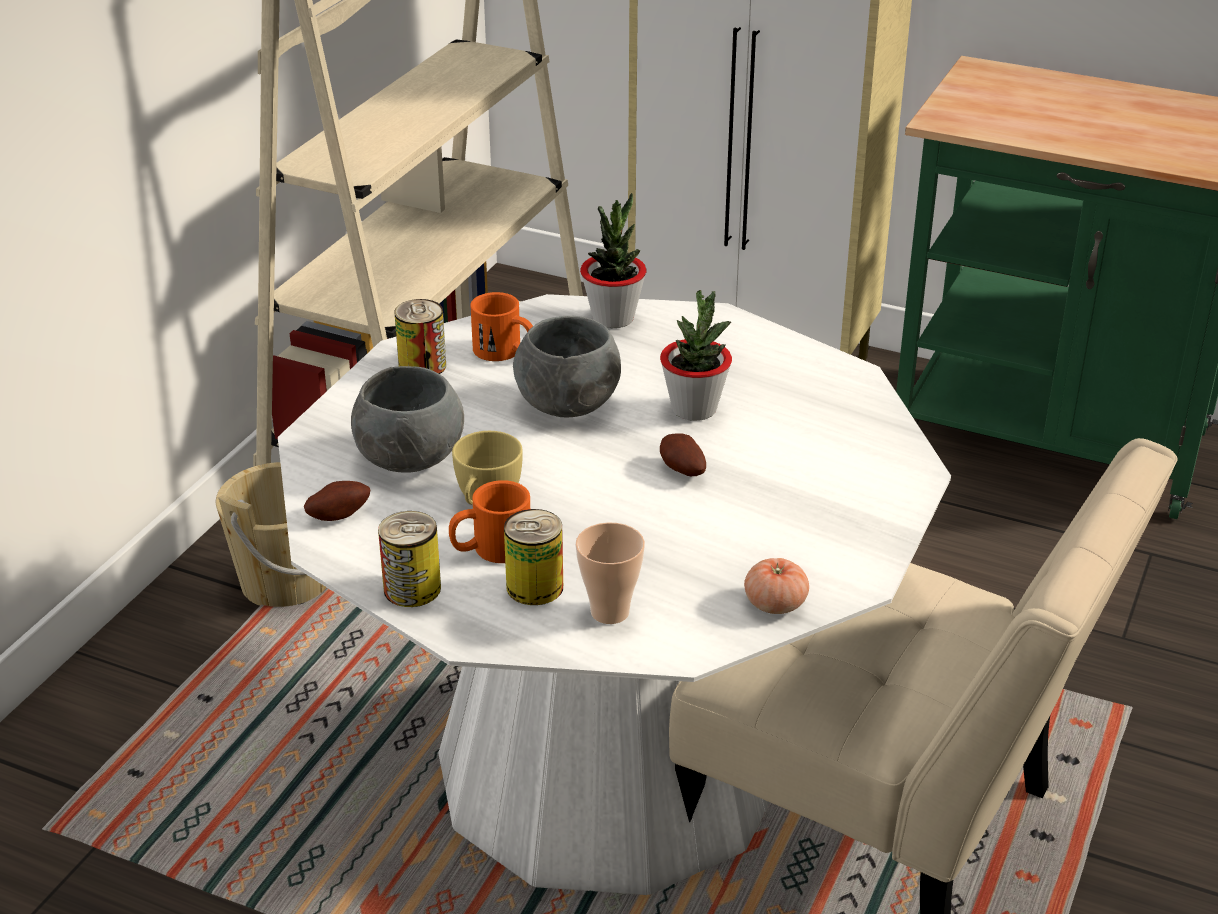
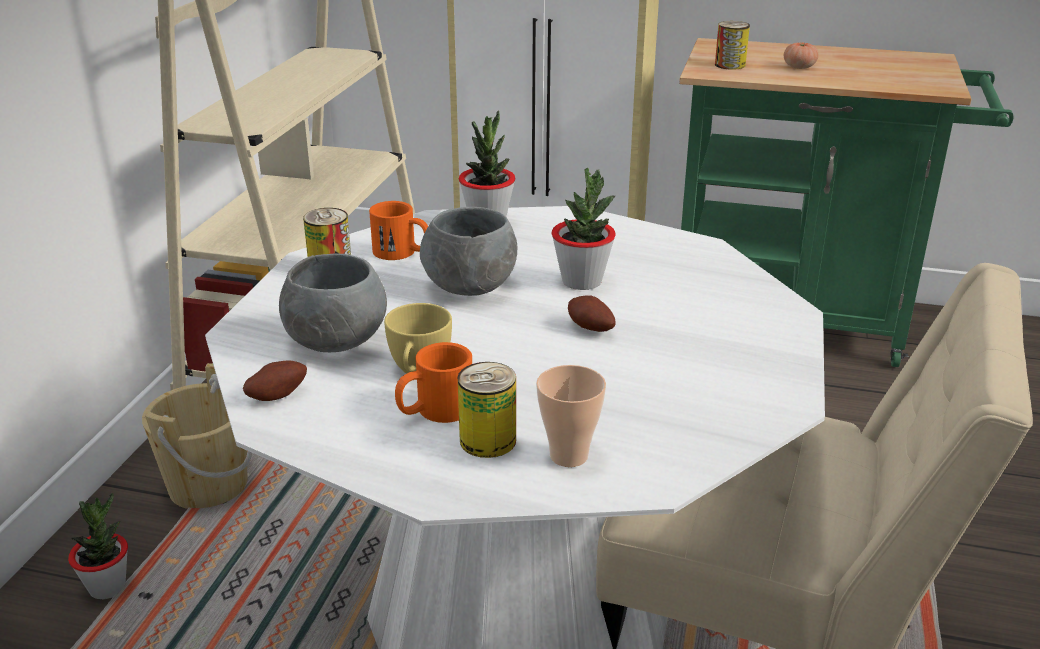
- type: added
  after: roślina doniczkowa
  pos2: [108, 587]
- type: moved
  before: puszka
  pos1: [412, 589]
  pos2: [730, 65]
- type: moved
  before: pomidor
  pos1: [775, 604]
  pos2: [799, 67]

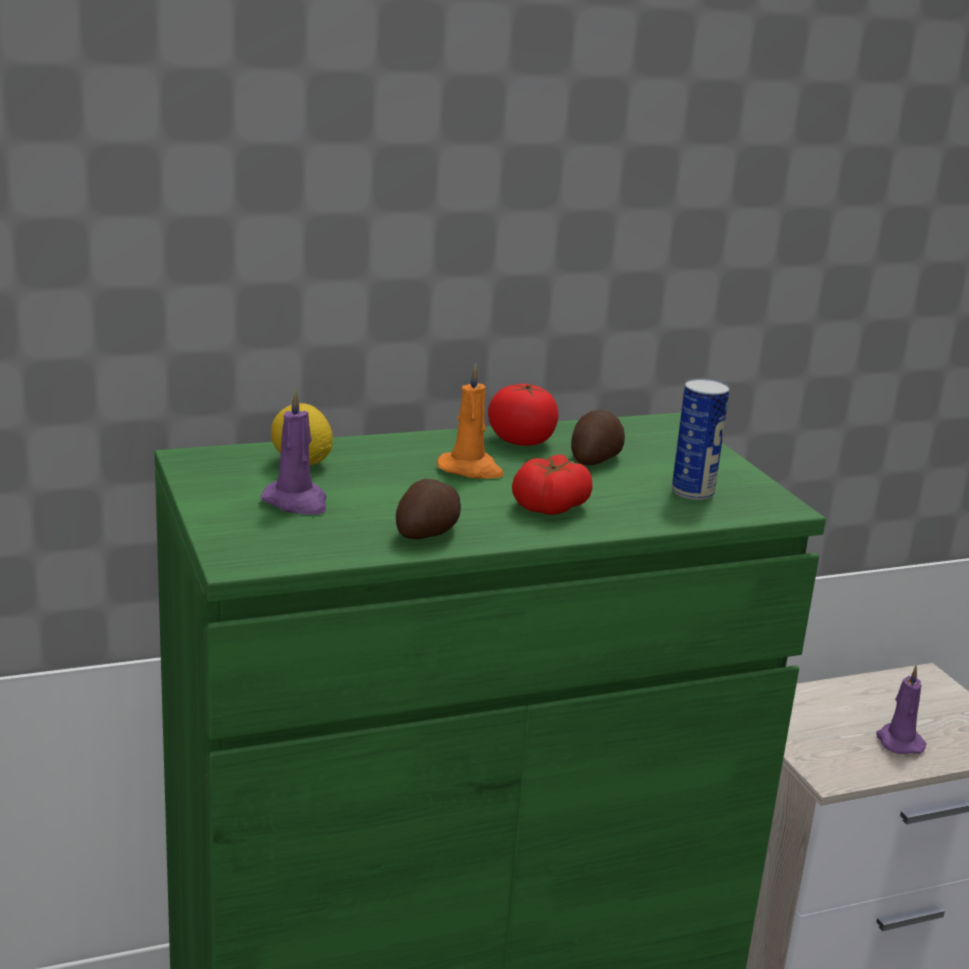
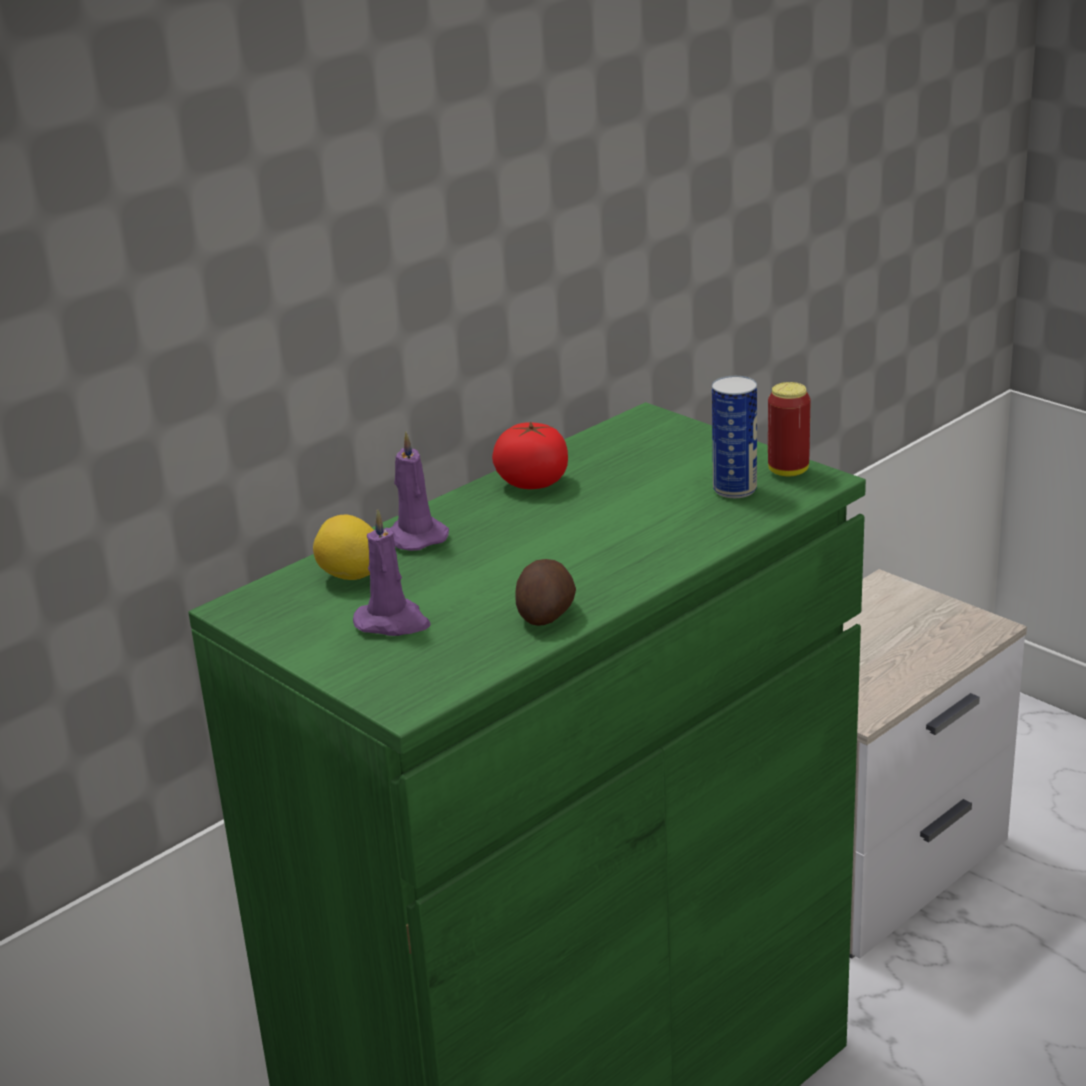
- type: removed
  before: świeca/pomarańczowy
  pos1: [471, 470]
- type: removed
  before: pomidor
  pos1: [550, 506]
- type: removed
  before: ziemniak
  pos1: [594, 458]
- type: added
  after: puszka
  pos2: [788, 471]
- type: moved
  before: świeca/fioletowy
  pos1: [898, 741]
  pos2: [415, 537]

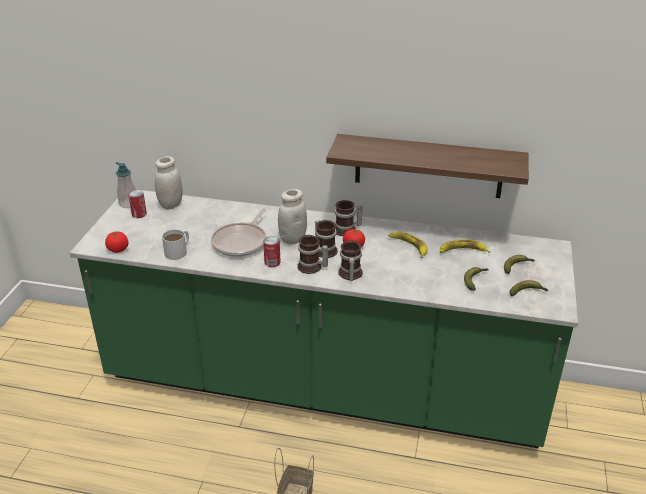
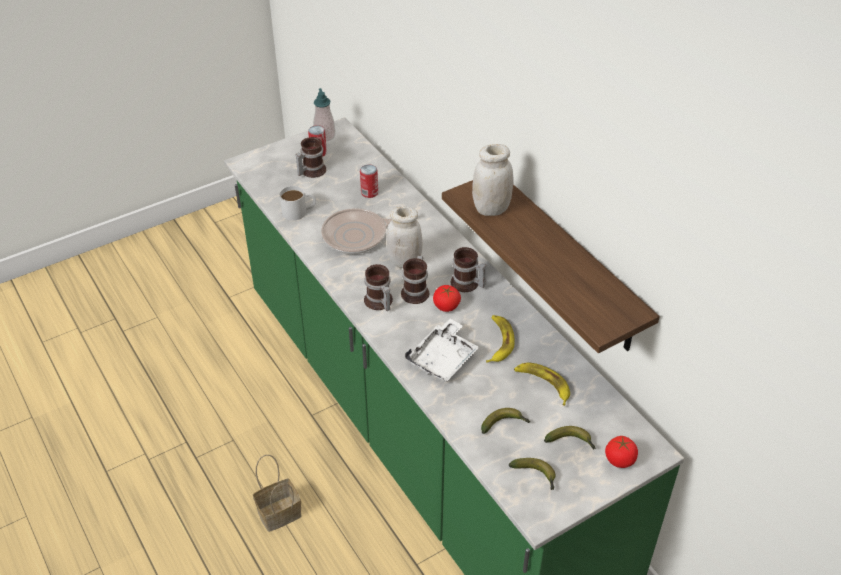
- type: added
  after: taca/biały
  pos2: [443, 359]
- type: moved
  before: pomidor
  pos1: [118, 249]
  pos2: [620, 459]
- type: moved
  before: słoik/biały
  pos1: [171, 205]
  pos2: [491, 209]
- type: moved
  before: puszka
  pos1: [272, 262]
  pos2: [369, 192]
- type: moved
  before: kubek
  pos1: [349, 274]
  pos2: [310, 170]

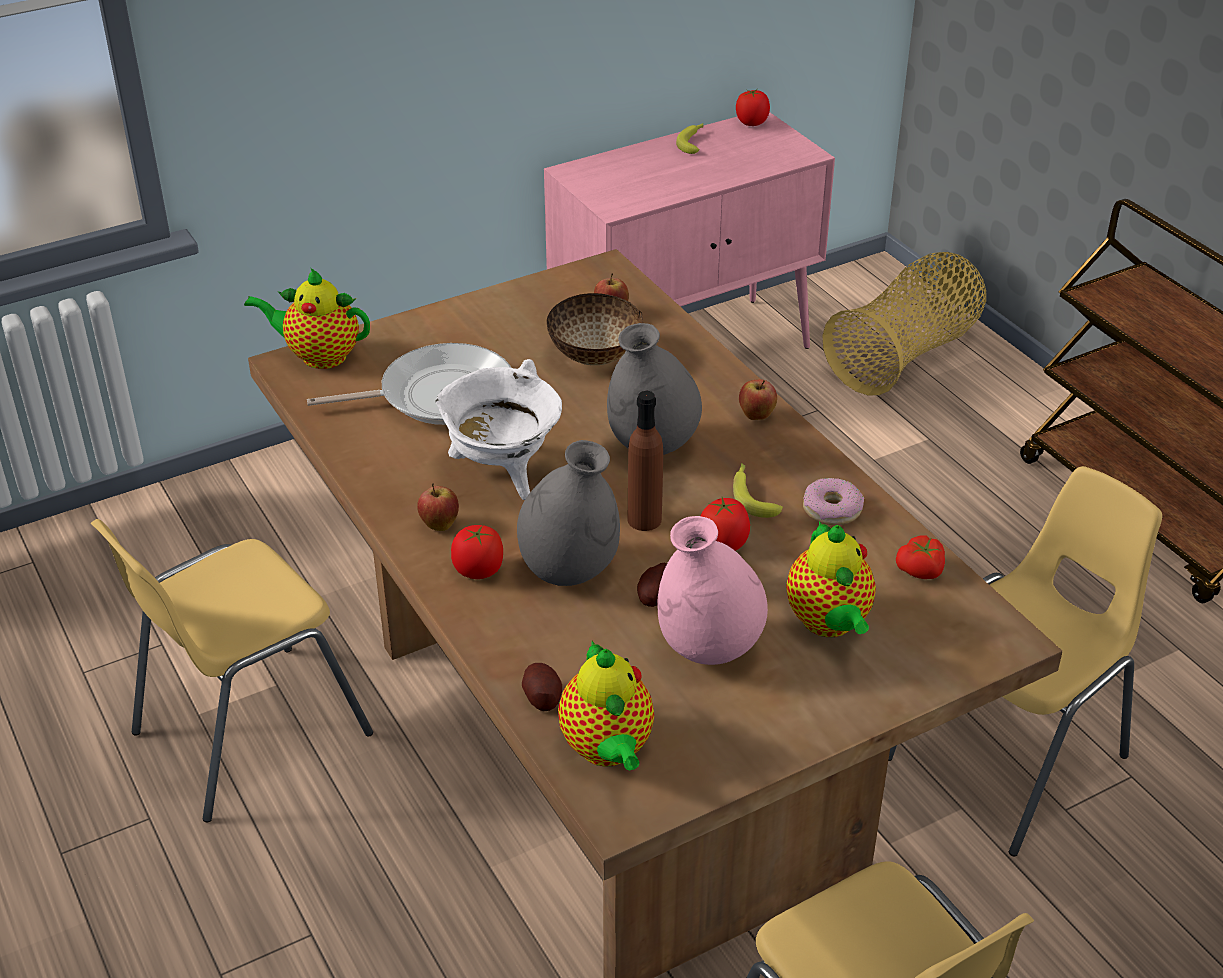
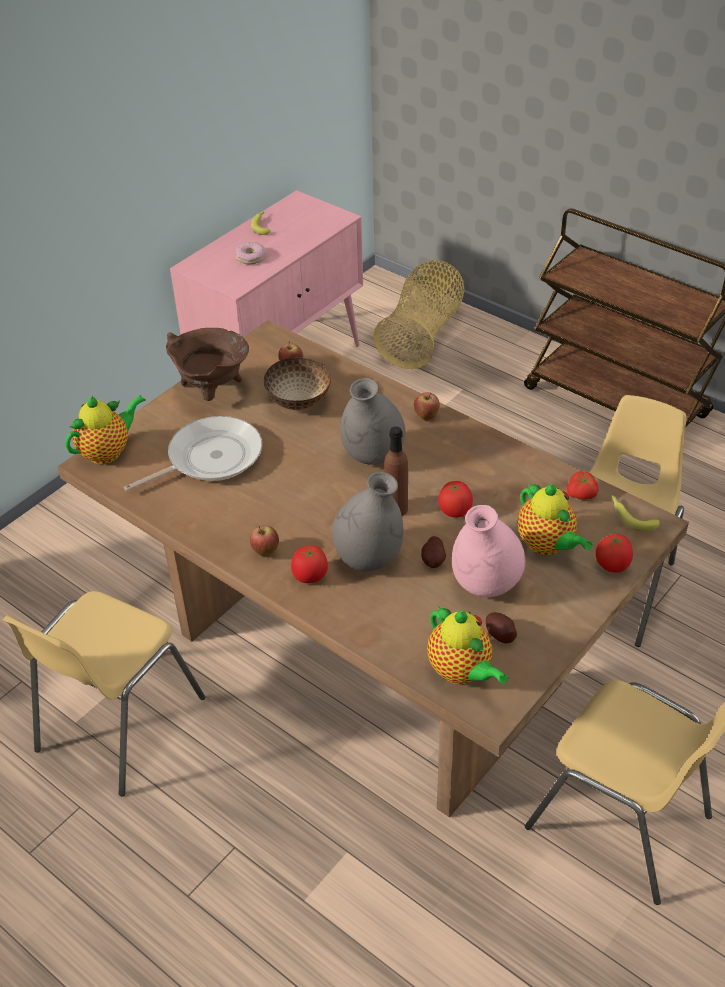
- type: removed
  before: garnek/biały
  pos1: [503, 473]
- type: added
  after: garnek/brązowy
  pos2: [212, 392]
- type: moved
  before: ziemniak
  pos1: [542, 698]
  pos2: [500, 634]
- type: moved
  before: banan
  pos1: [752, 495]
  pos2: [631, 516]
- type: moved
  before: pomidor
  pos1: [752, 123]
  pos2: [612, 565]
- type: moved
  before: donut
  pos1: [832, 509]
  pos2: [251, 257]
- type: turned
  before: imbryk
  pos1: [318, 356]
  pos2: [108, 451]
  turn: 150

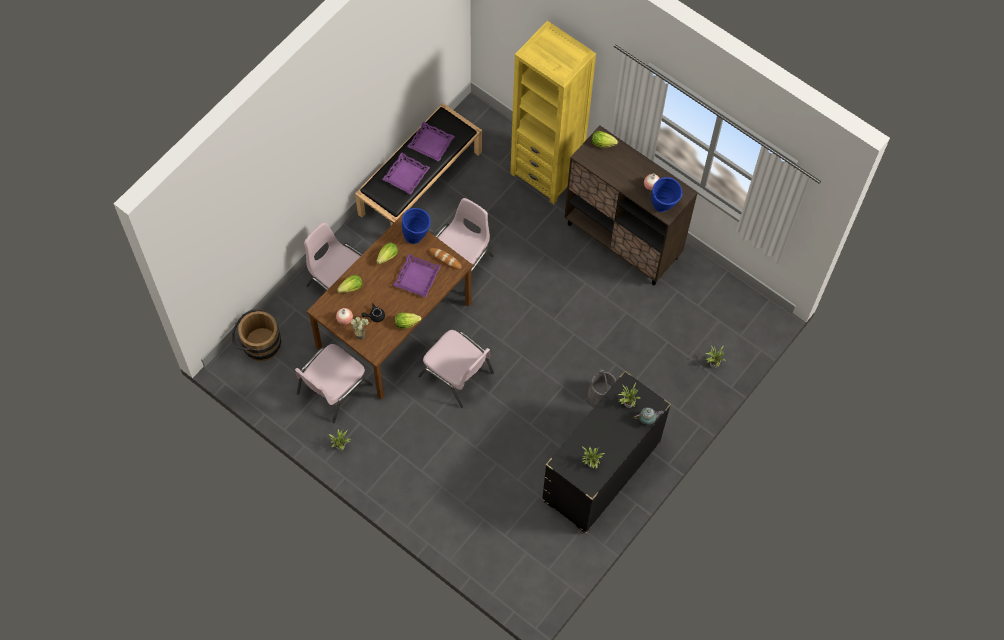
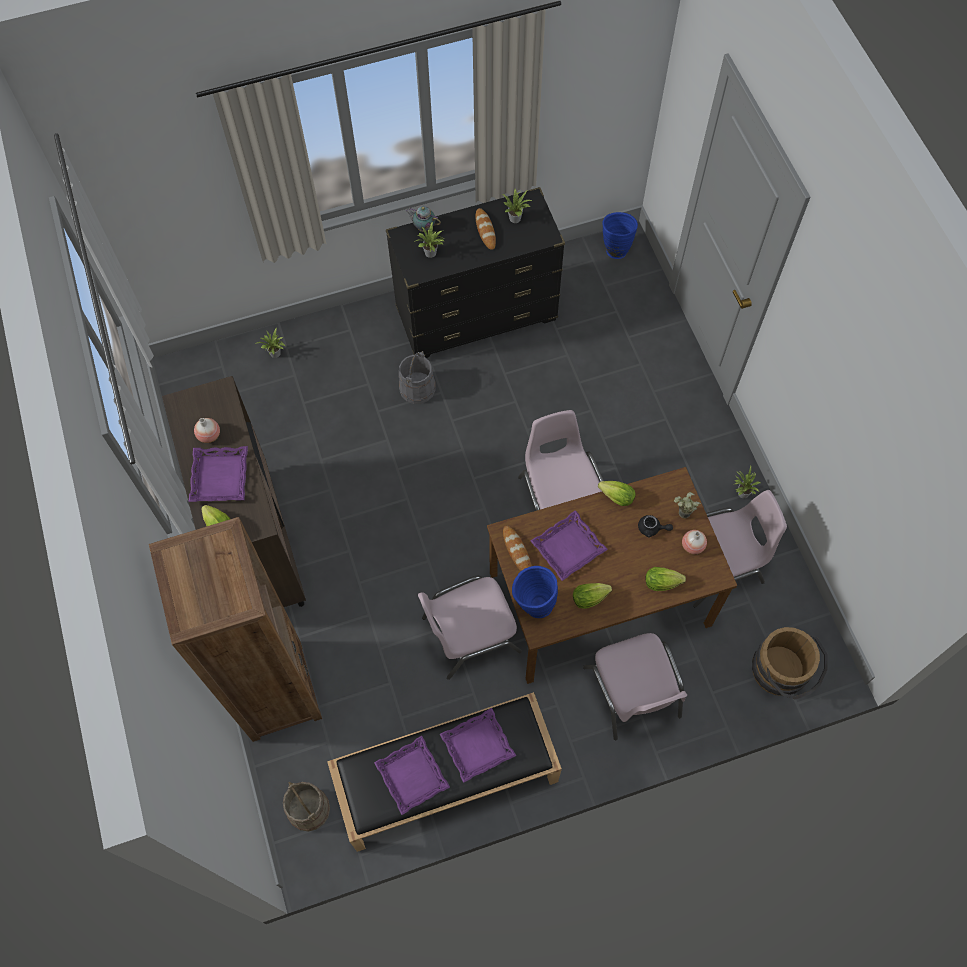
- type: added
  after: taca/fioletowy
  pos2: [220, 477]
- type: added
  after: wiadro/beżowy
  pos2: [308, 809]
- type: added
  after: chleb
  pos2: [485, 230]
- type: moved
  before: wazon/niebieski
  pos1: [664, 207]
  pos2: [615, 248]
- type: recoloured
  before: regał/żółty
  after: regał/brązowy
  pos1: [546, 173]
  pos2: [276, 690]

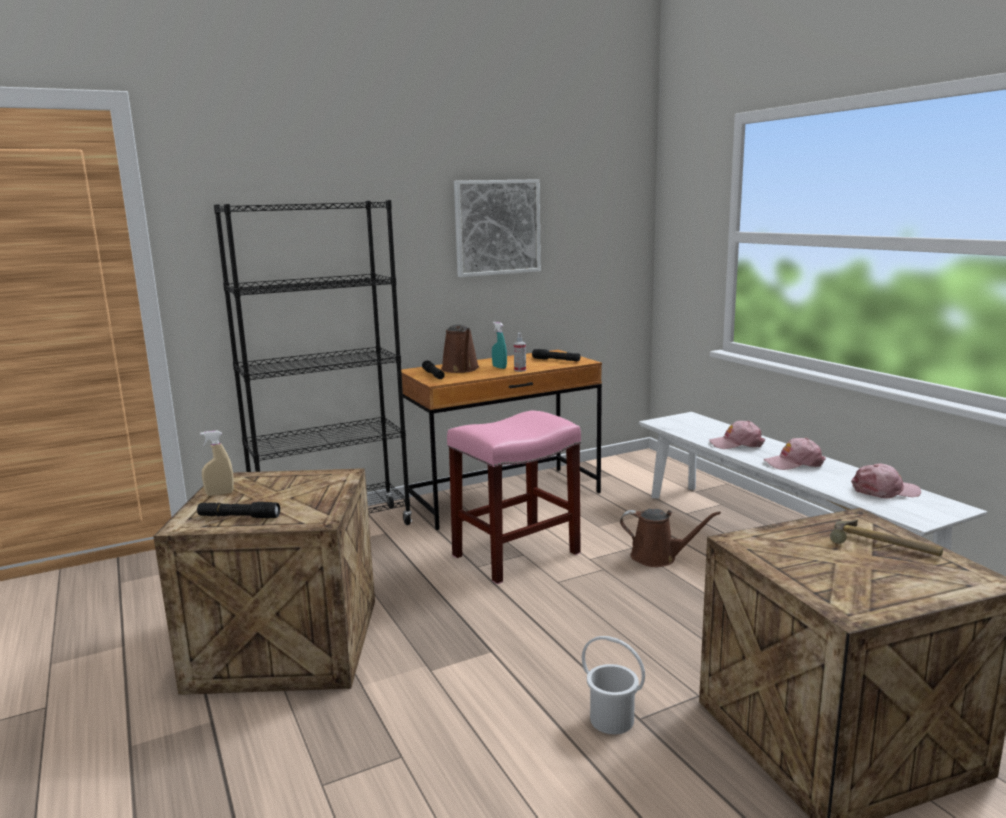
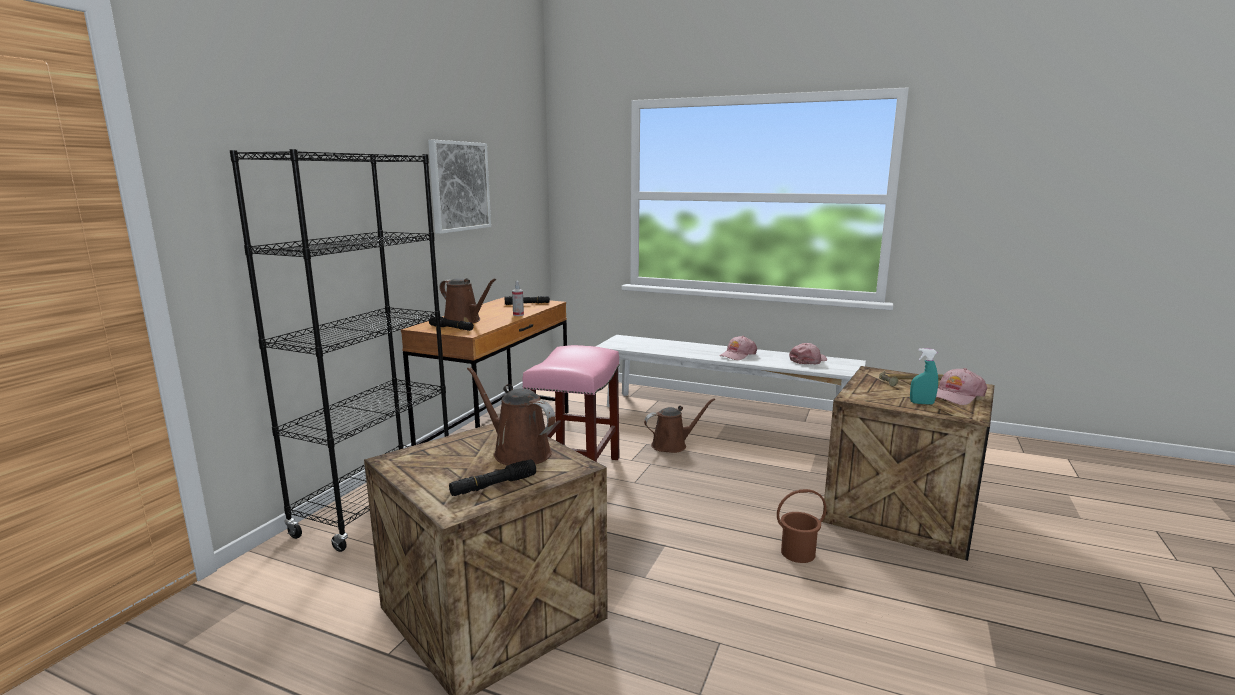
- type: removed
  before: spryskiwacz/beżowy
  pos1: [220, 494]
- type: added
  after: konewka/brązowy
  pos2: [517, 452]
- type: moved
  before: spryskiwacz/turkusowy
  pos1: [499, 367]
  pos2: [921, 403]
- type: moved
  before: czapka z daszkiem/różowy
  pos1: [736, 444]
  pos2: [956, 396]
- type: recoloured
  before: wiadro/biały
  after: wiadro/brązowy
  pos1: [611, 719]
  pos2: [797, 553]

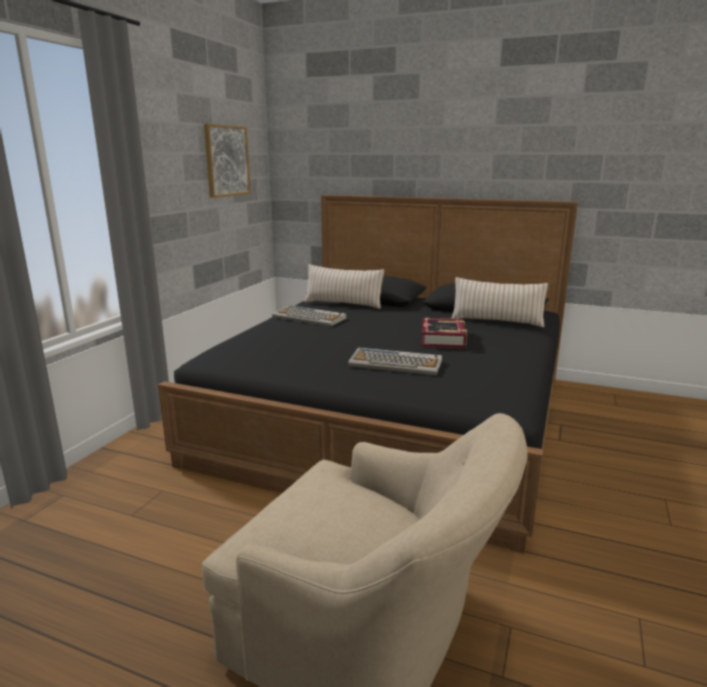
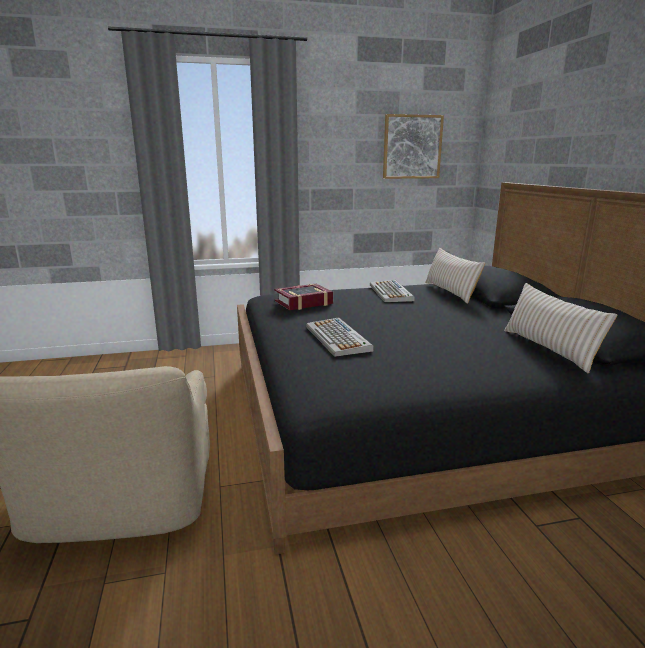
- type: moved
  before: książka
  pos1: [443, 339]
  pos2: [303, 302]

